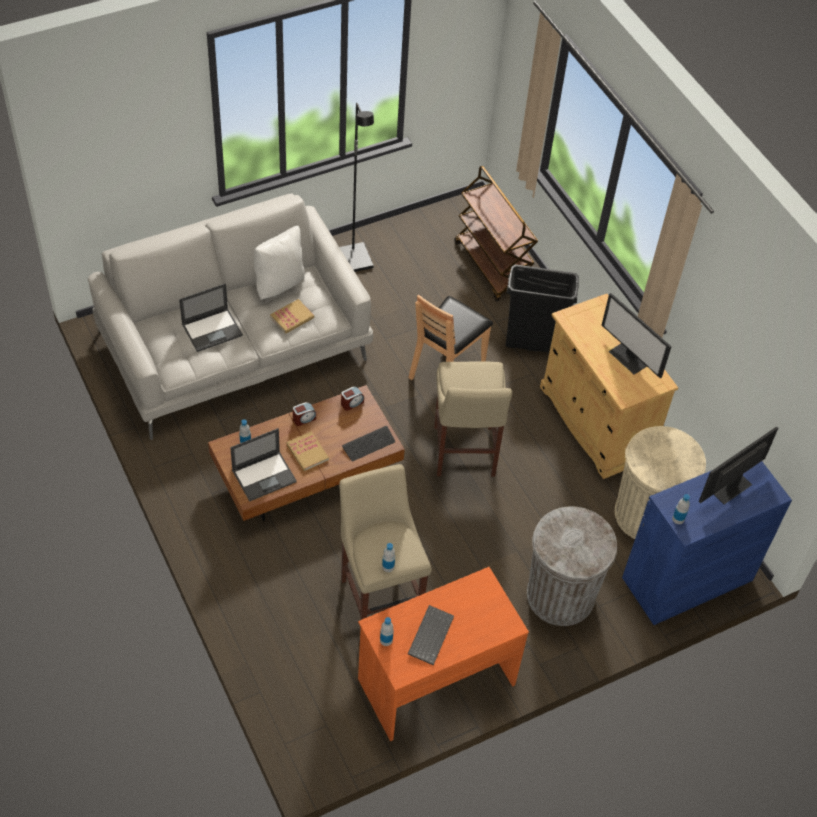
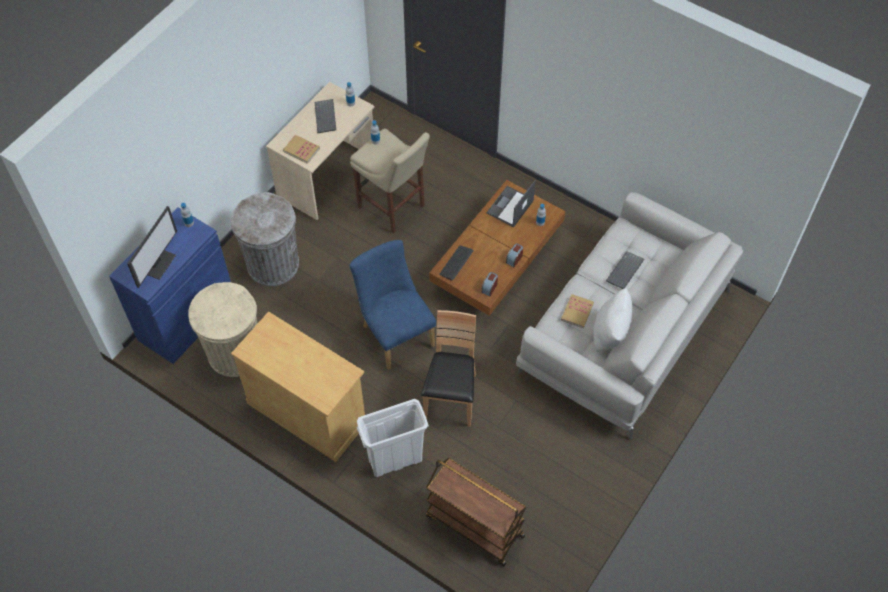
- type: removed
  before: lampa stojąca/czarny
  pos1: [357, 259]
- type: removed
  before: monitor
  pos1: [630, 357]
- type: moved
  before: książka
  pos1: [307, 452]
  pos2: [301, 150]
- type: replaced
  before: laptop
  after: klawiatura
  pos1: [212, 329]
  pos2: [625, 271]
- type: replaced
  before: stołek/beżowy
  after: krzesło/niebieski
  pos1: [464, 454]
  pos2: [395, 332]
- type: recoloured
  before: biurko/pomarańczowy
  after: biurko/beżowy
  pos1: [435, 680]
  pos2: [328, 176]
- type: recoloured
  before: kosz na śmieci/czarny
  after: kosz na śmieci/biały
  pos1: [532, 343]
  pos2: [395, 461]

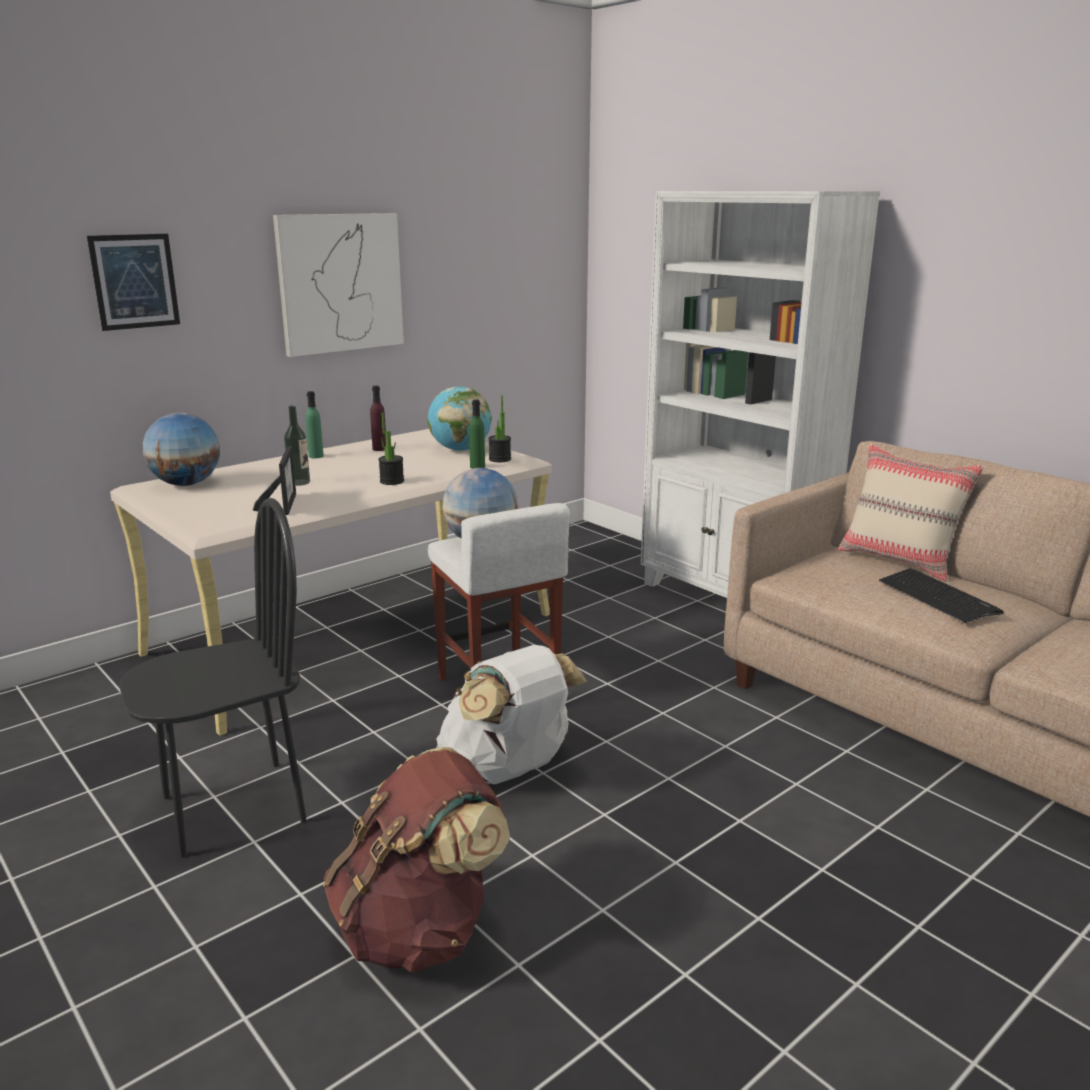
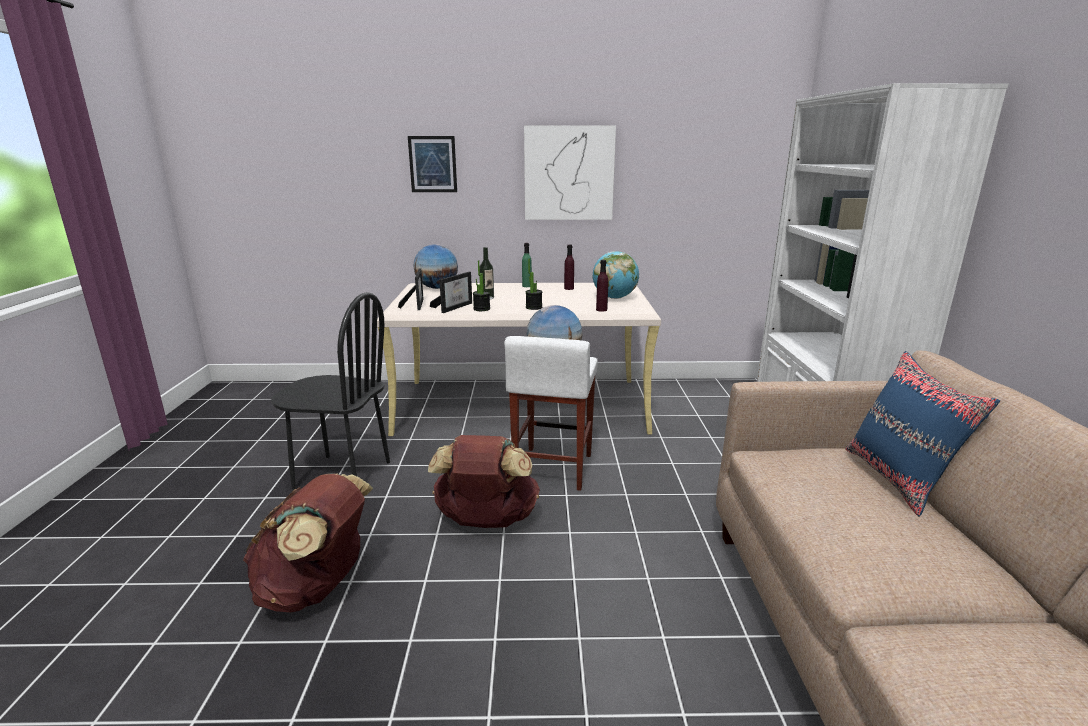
- type: removed
  before: klawiatura
  pos1: [938, 597]
- type: added
  after: ramka na zdjęcie
  pos2: [416, 304]
- type: moved
  before: roślina doniczkowa
  pos1: [500, 459]
  pos2: [481, 309]
- type: recoloured
  before: plecak/biały
  after: plecak/brązowy
  pos1: [508, 771]
  pos2: [486, 521]
- type: recoloured
  before: butelka/zielony
  after: butelka/fioletowy
  pos1: [477, 467]
  pos2: [601, 310]
- type: recoloured
  before: poduszka/beżowy
  after: poduszka/niebieski
  pos1: [899, 561]
  pos2: [898, 479]

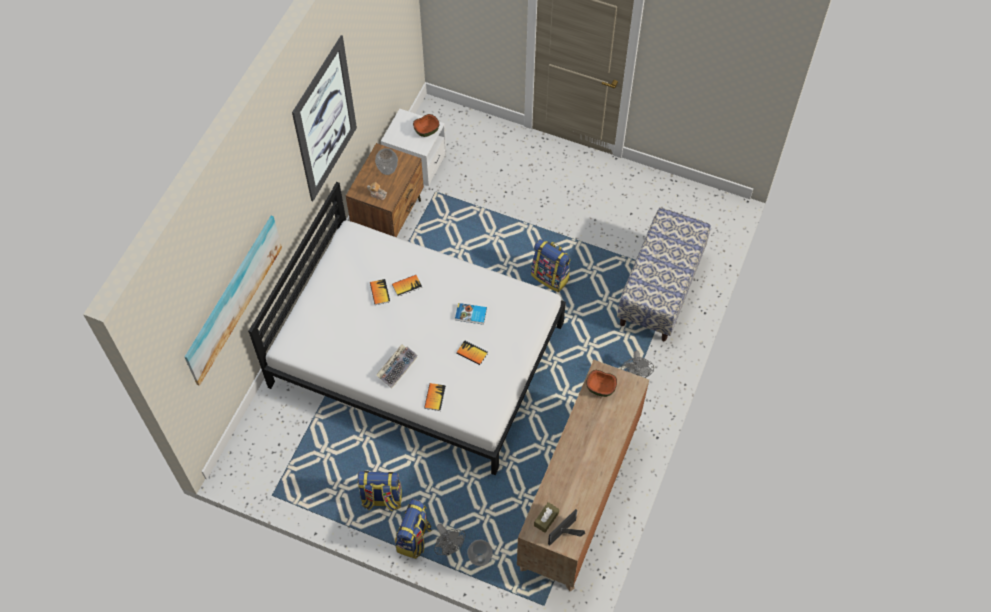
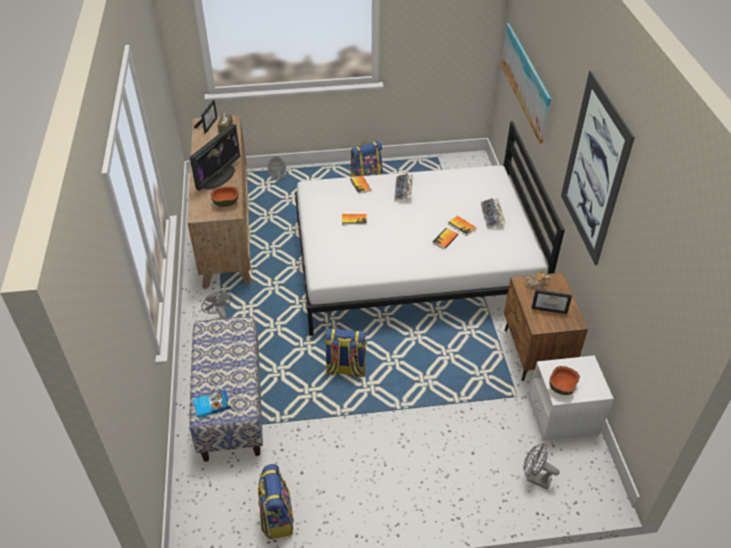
- type: added
  after: monitor
  pos2: [219, 177]
- type: added
  after: klawiatura
  pos2: [492, 216]
- type: moved
  before: plecak
  pos1: [414, 539]
  pos2: [276, 517]
- type: moved
  before: wentylator/szary
  pos1: [448, 548]
  pos2: [535, 479]
- type: moved
  before: książka
  pos1: [471, 315]
  pos2: [211, 405]
- type: replaced
  before: wazon
  after: ramka na zdjęcie
  pos1: [387, 171]
  pos2: [550, 308]

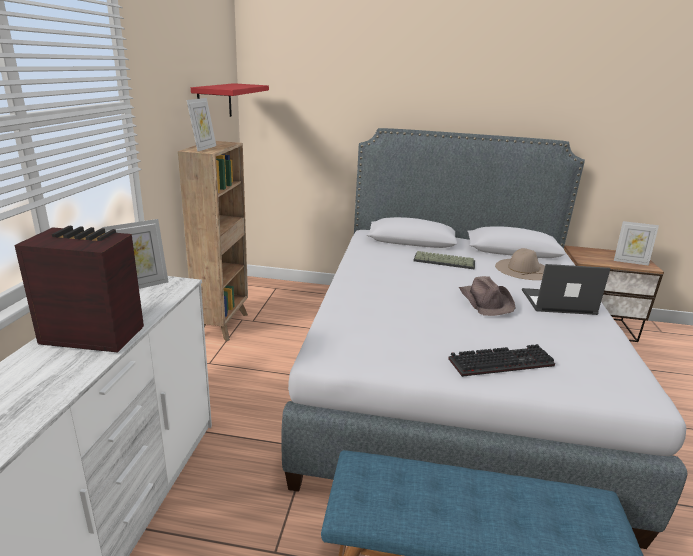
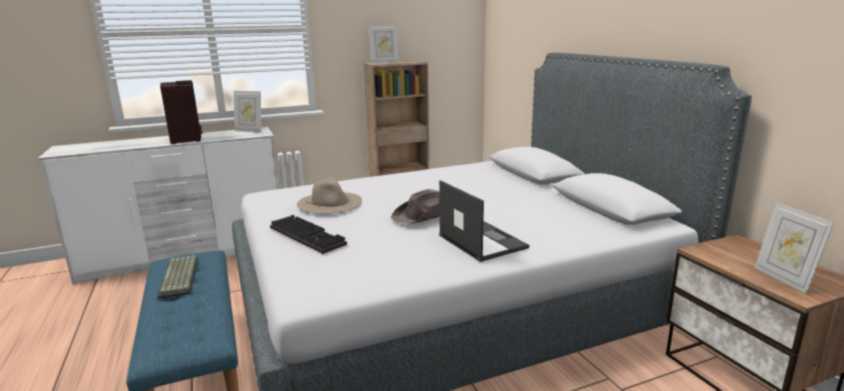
- type: removed
  before: półka/czerwony
  pos1: [215, 102]
- type: moved
  before: klawiatura
  pos1: [445, 261]
  pos2: [180, 277]
- type: moved
  before: kapelusz/beżowy
  pos1: [523, 269]
  pos2: [330, 202]

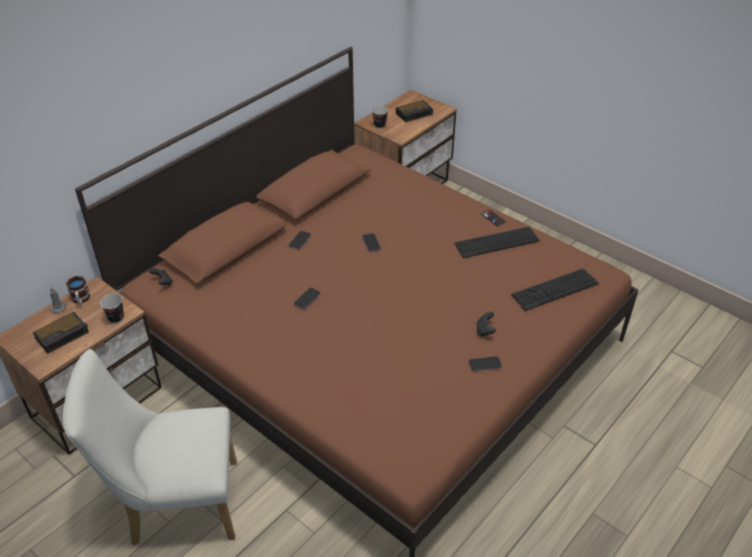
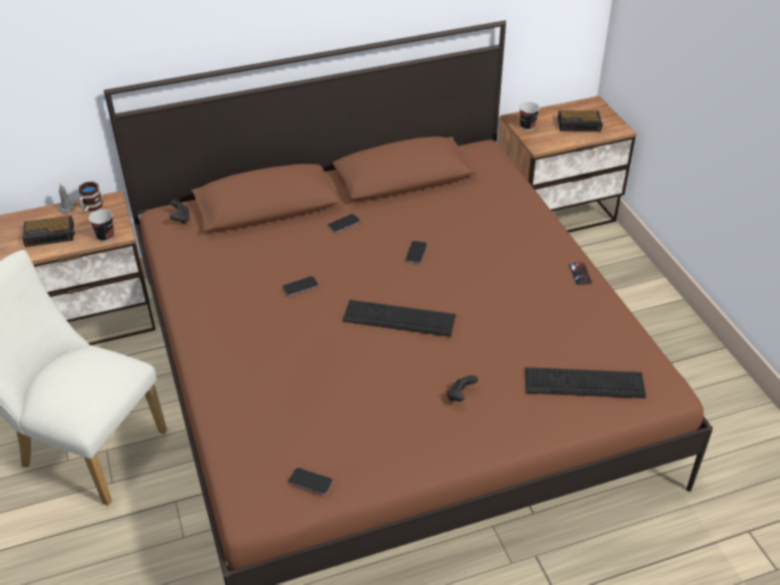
- type: moved
  before: klawiatura
  pos1: [496, 242]
  pos2: [399, 318]
- type: moved
  before: telefon
  pos1: [485, 364]
  pos2: [311, 482]

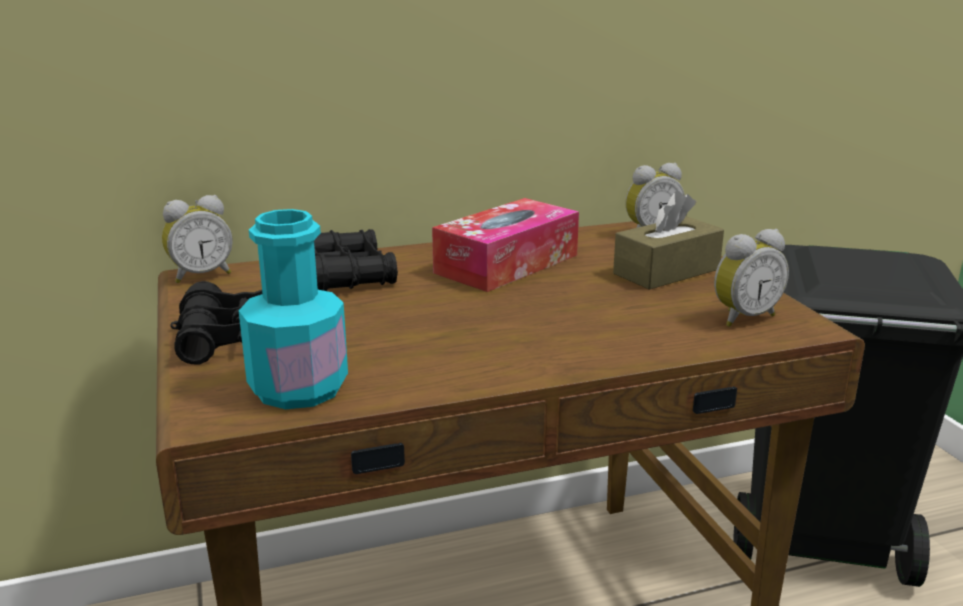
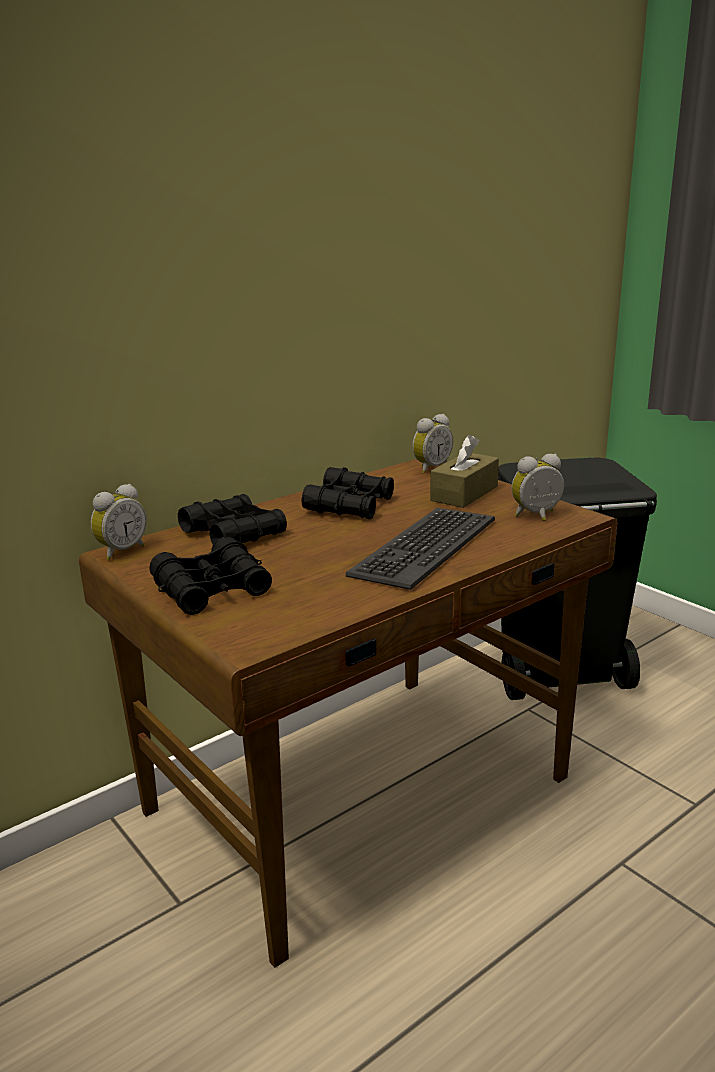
- type: removed
  before: butelka/turkusowy
  pos1: [298, 388]
- type: added
  after: klawiatura
  pos2: [423, 547]
- type: replaced
  before: pudełko chusteczek
  after: lornetka/czarny
  pos1: [507, 264]
  pos2: [350, 505]
- type: turned
  before: budzik
  pos1: [743, 317]
  pos2: [537, 516]
  turn: -150

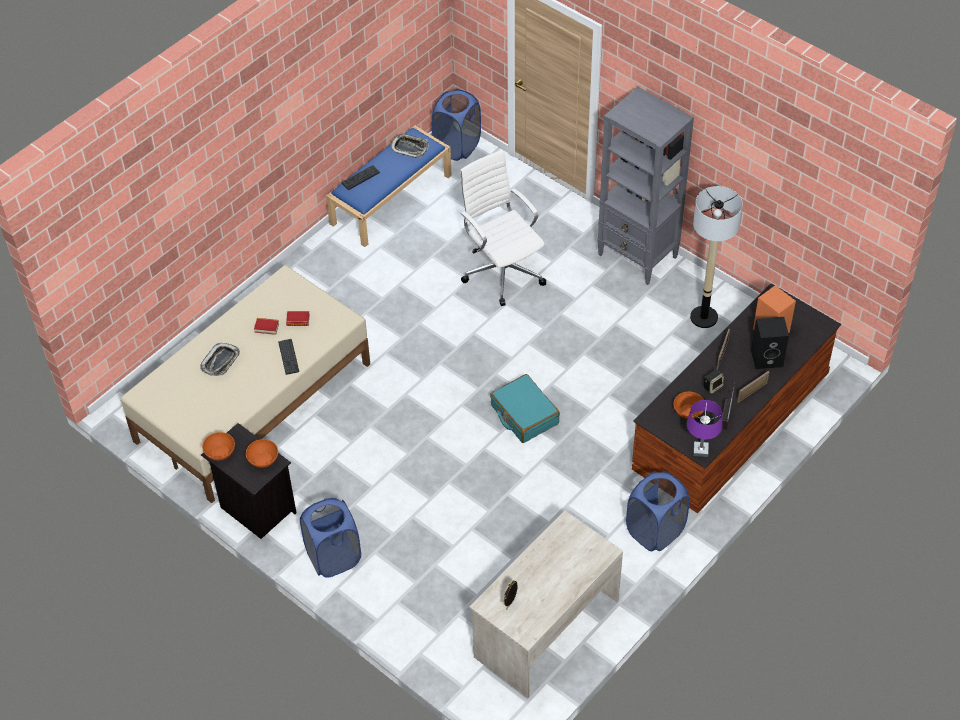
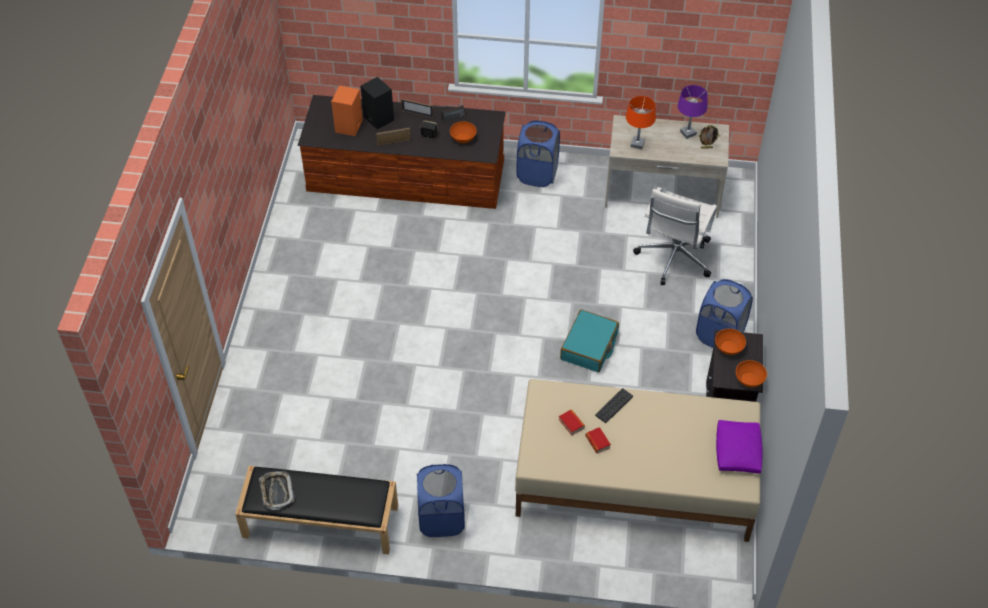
- type: removed
  before: taca
  pos1: [221, 362]
- type: removed
  before: klawiatura
  pos1: [360, 178]
- type: removed
  before: regał/szary
  pos1: [638, 256]
- type: removed
  before: lampa stojąca
  pos1: [704, 317]
- type: added
  after: lampa stołowa/pomarańczowy
  pos2: [637, 144]
- type: added
  after: poduszka/fioletowy
  pos2: [738, 452]
- type: moved
  before: kosz na pranie/niebieski
  pos1: [457, 146]
  pos2: [442, 519]
- type: moved
  before: krzesło biurowe/biały
  pos1: [502, 271]
  pos2: [673, 258]
- type: moved
  before: walizka/turkusowy
  pos1: [524, 415]
  pos2: [589, 347]
- type: moved
  before: lampa stołowa/fioletowy
  pos1: [701, 450]
  pos2: [688, 133]
- type: recoloured
  before: ławka/niebieski
  after: ławka/czarny
  pos1: [391, 198]
  pos2: [319, 522]

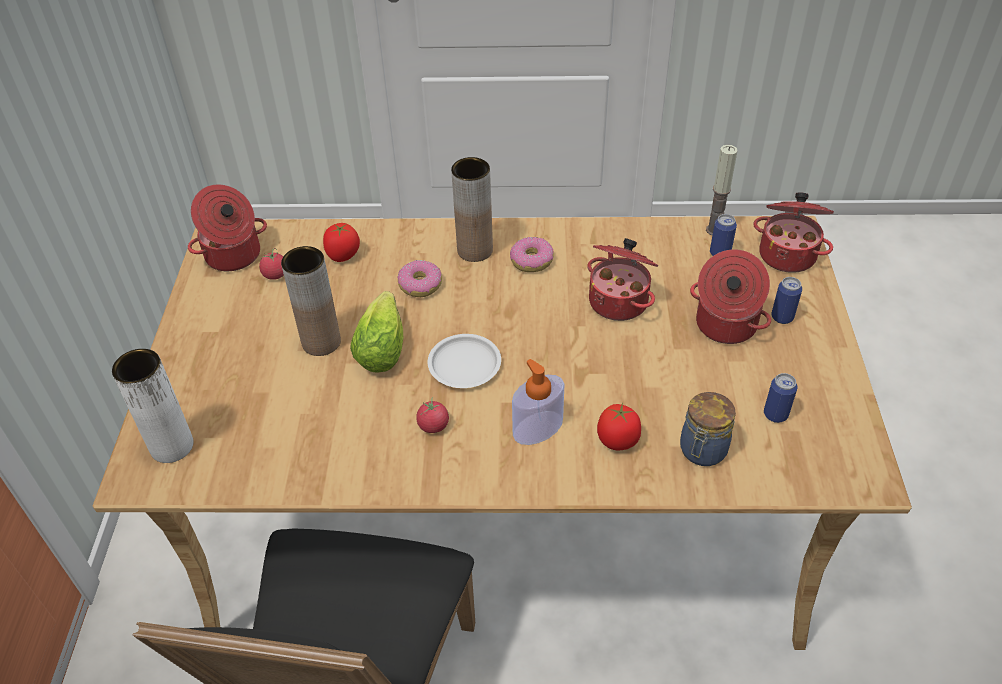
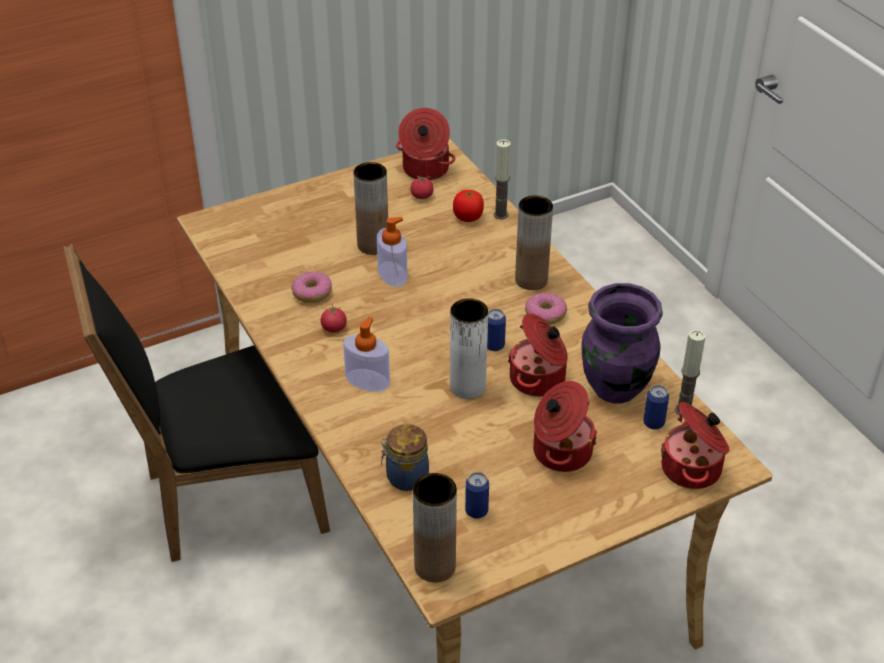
- type: removed
  before: talerz/biały
  pos1: [464, 365]
- type: removed
  before: pomidor
  pos1: [618, 440]
- type: added
  after: wazon/brązowy
  pos2: [435, 566]
- type: added
  after: świeca
  pos2: [501, 215]
- type: added
  after: wazon/fioletowy
  pos2: [616, 389]
- type: moved
  before: wazon/biały
  pos1: [172, 446]
  pos2: [467, 387]
- type: moved
  before: donut
  pos1: [420, 285]
  pos2: [312, 293]
- type: moved
  before: puszka
  pos1: [782, 317]
  pos2: [494, 345]
- type: replaced
  before: sałata
  after: dozownik mydła
  pos1: [383, 345]
  pos2: [392, 274]

